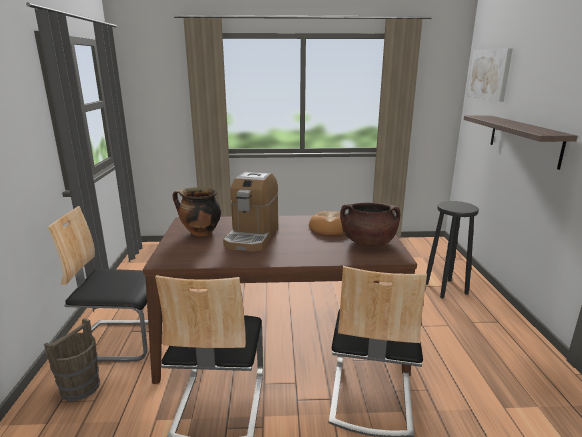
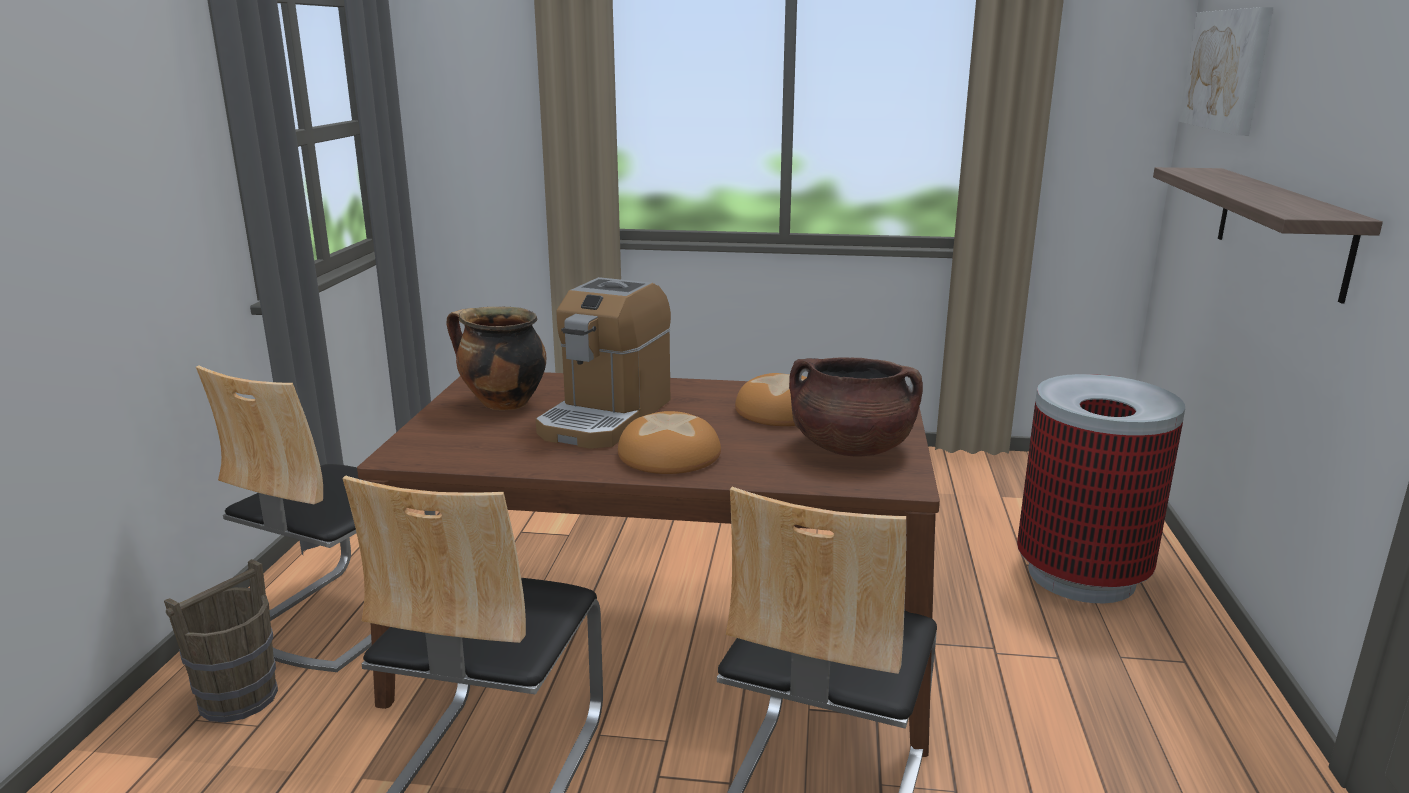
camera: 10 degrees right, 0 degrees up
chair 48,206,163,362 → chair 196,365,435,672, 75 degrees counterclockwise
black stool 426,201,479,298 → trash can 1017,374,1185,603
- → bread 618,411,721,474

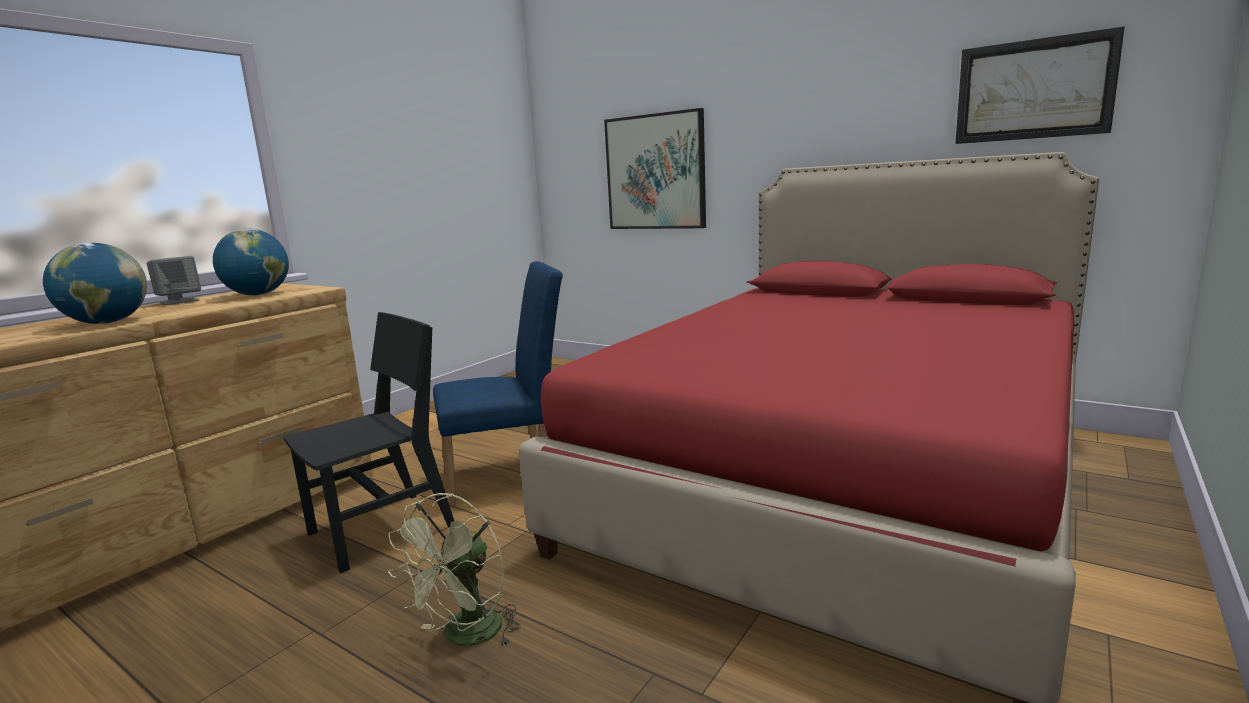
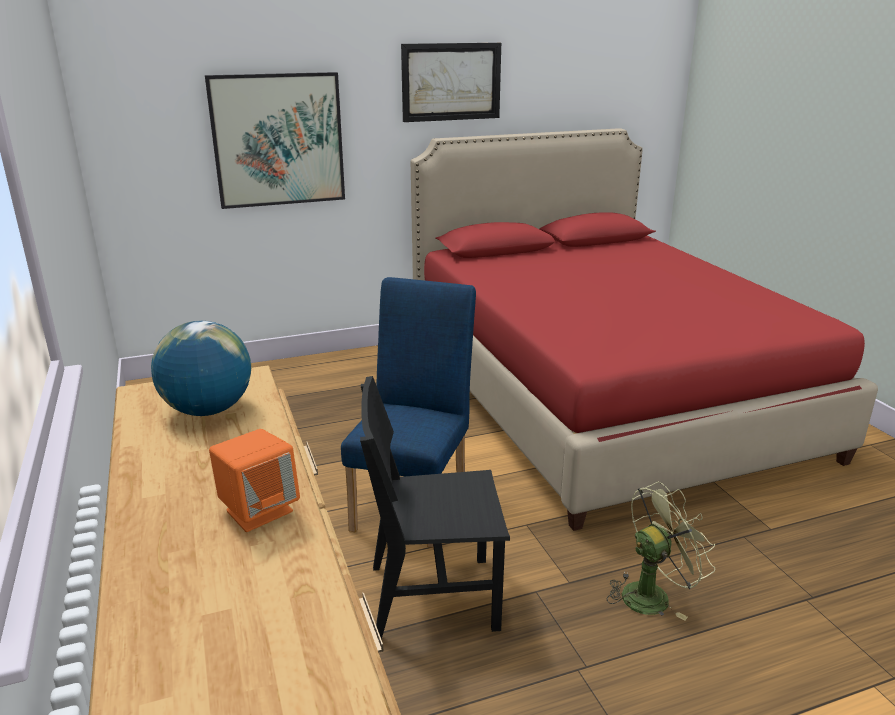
camera: 55 degrees left, 10 degrees up
globe 43,243,147,324 → orange speaker 209,429,300,532
grey speaker 147,256,201,305 → -
black chair 283,312,454,573 → black chair 360,376,510,640, 90 degrees counterclockwise
green fan 388,493,521,648 → green fan 607,482,715,620, 90 degrees counterclockwise
picture 955,26,1125,144 → picture 401,43,501,122, relocated

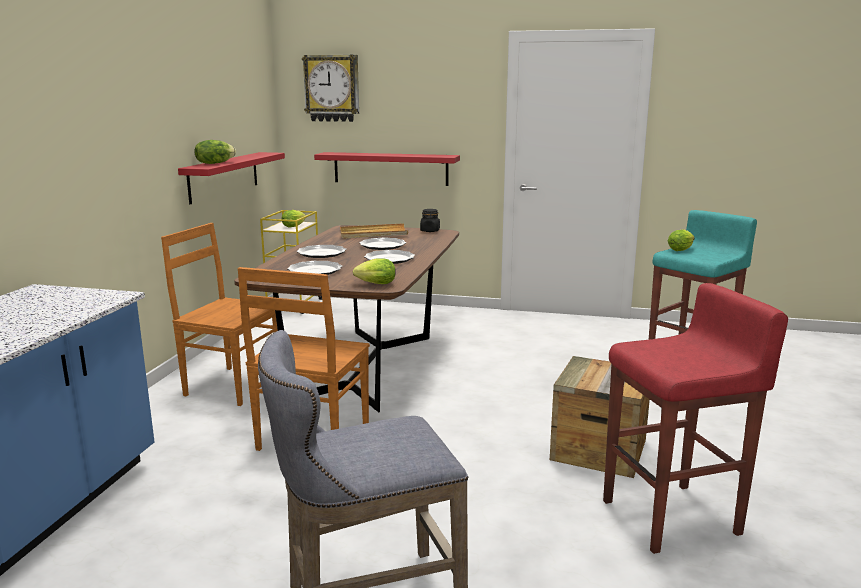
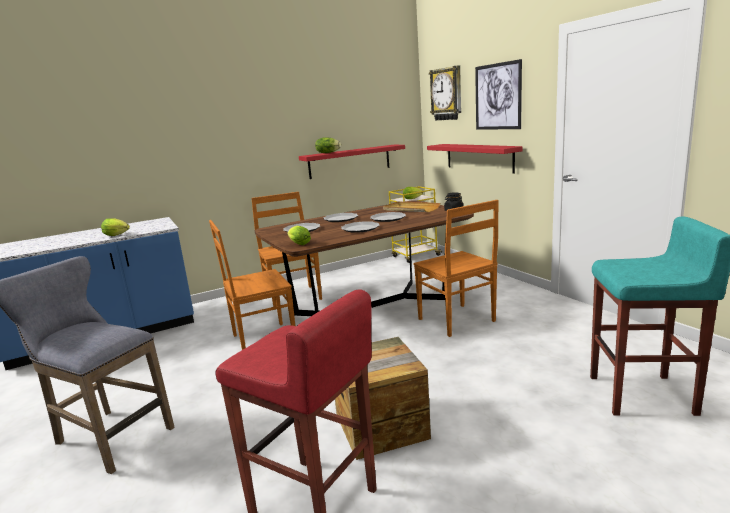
camera: 50 degrees right, 0 degrees up
lettuce 668,229,695,251 → lettuce 101,218,130,236, relocated
- → brown chair 413,200,499,337
- → picture 475,59,522,130

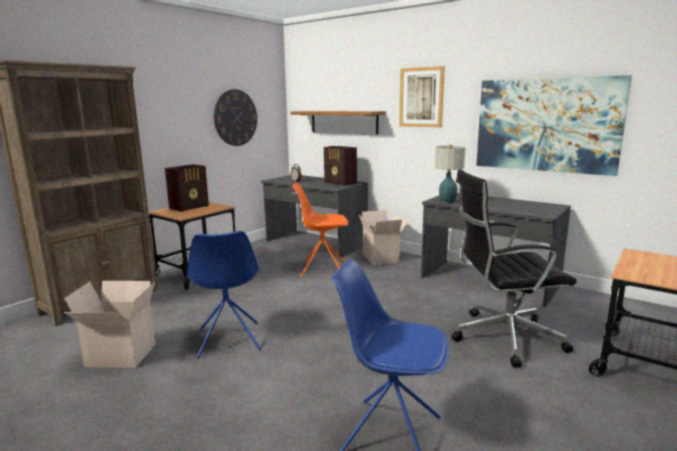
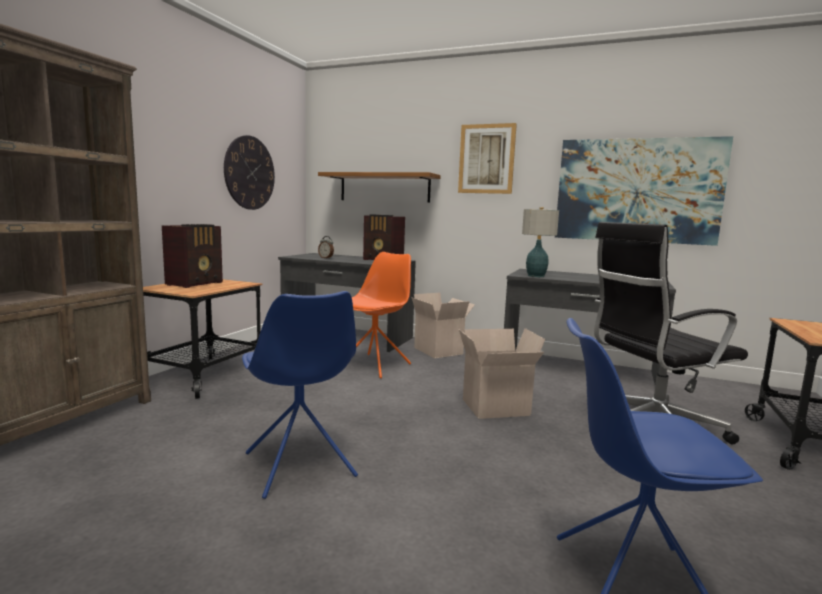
camera: 15 degrees left, 5 degrees down
cardboard box 64,281,155,368 → cardboard box 459,328,545,419, relocated
orange chair 292,182,348,277 → orange chair 352,252,411,379, 135 degrees clockwise

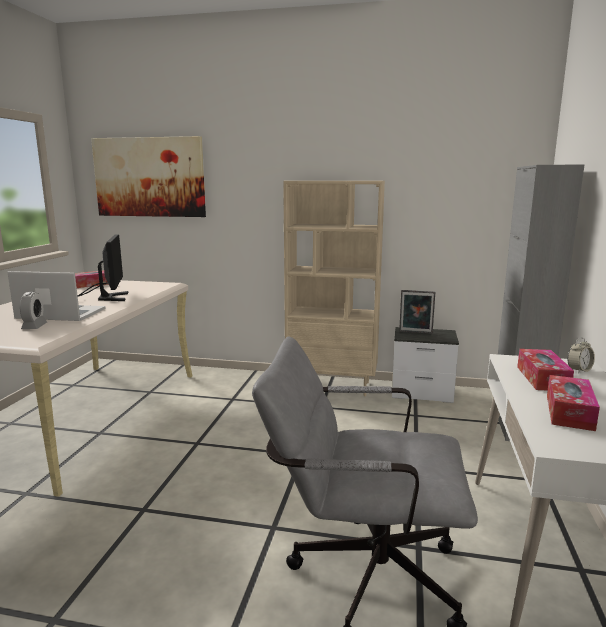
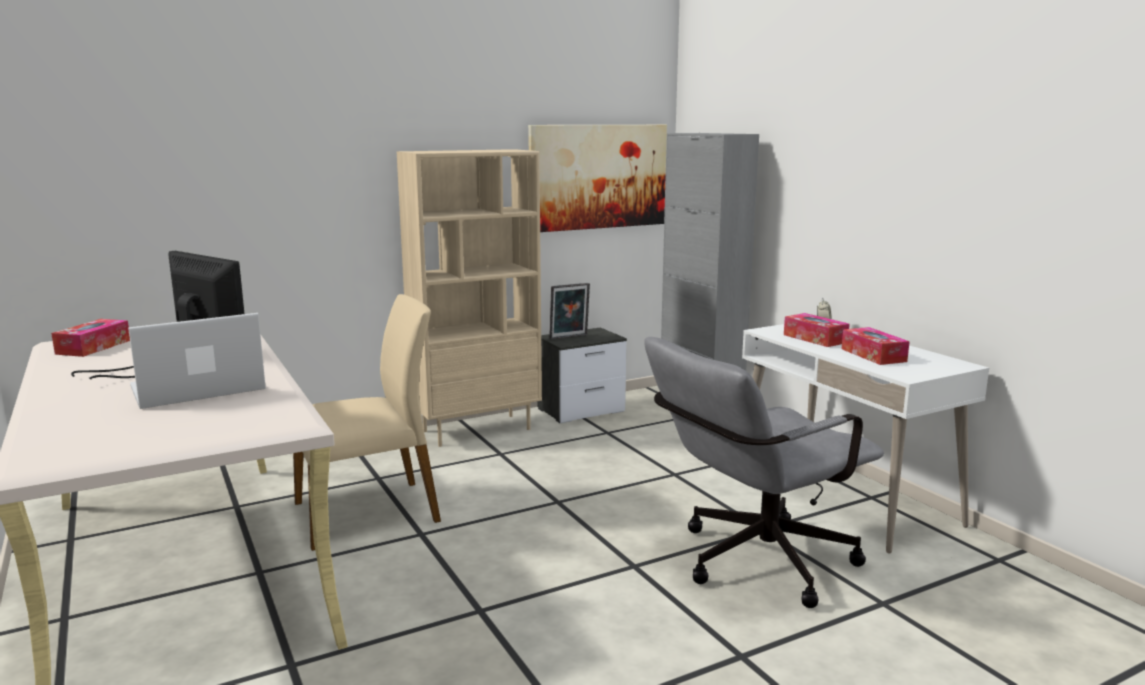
camera: 40 degrees left, 0 degrees up
alarm clock 20,292,47,329 → -
picture 91,136,206,217 → picture 528,125,667,232, relocated
- → beige chair 293,294,441,551

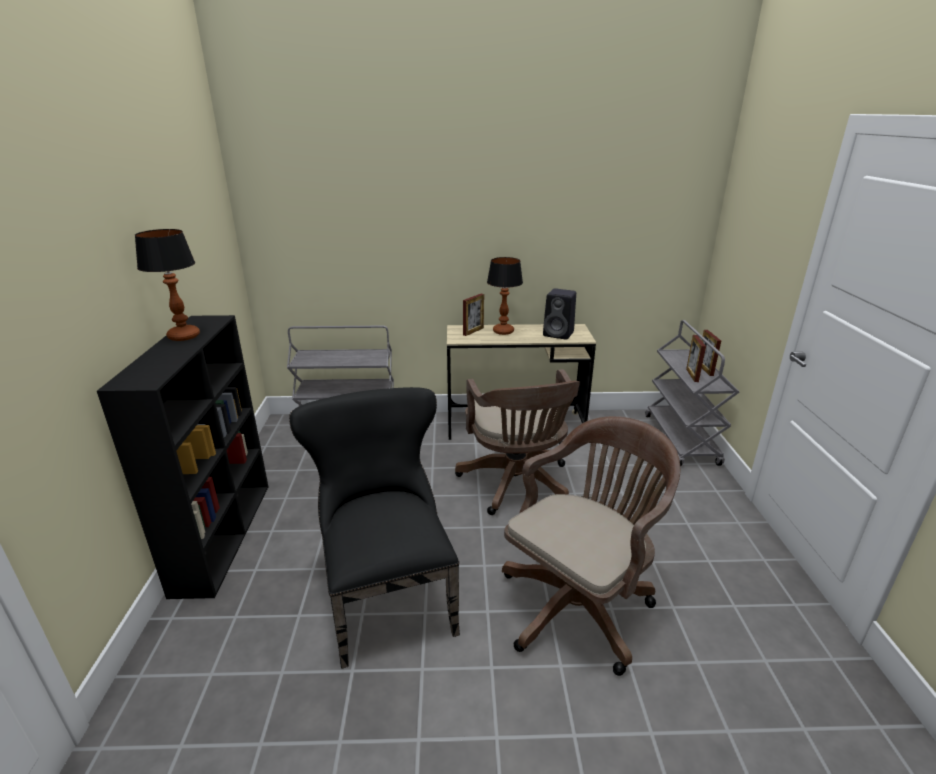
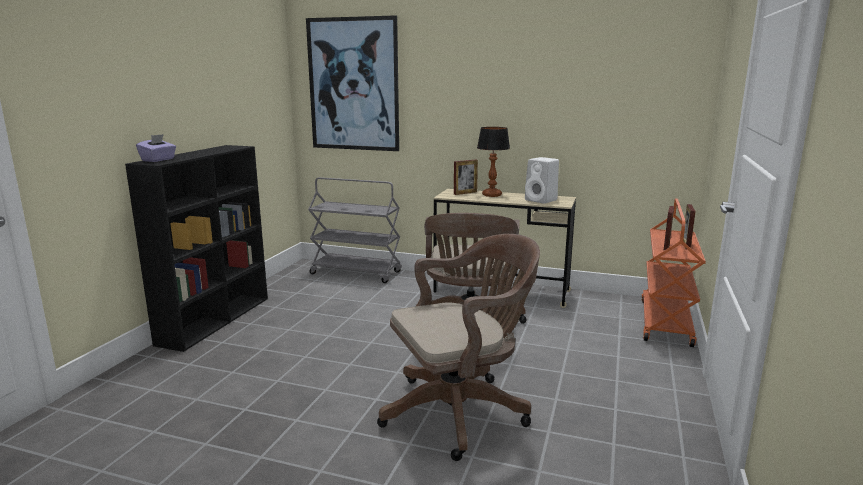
camera: 20 degrees right, 10 degrees down
table lamp 134,229,200,341 → -
black chair 289,387,460,669 → -
black speaker 543,288,576,340 → white speaker 525,157,559,204
grey cart 645,320,739,466 → orange cart 642,199,706,347
- → purple tissue box 136,134,176,162
- → picture 306,15,399,151

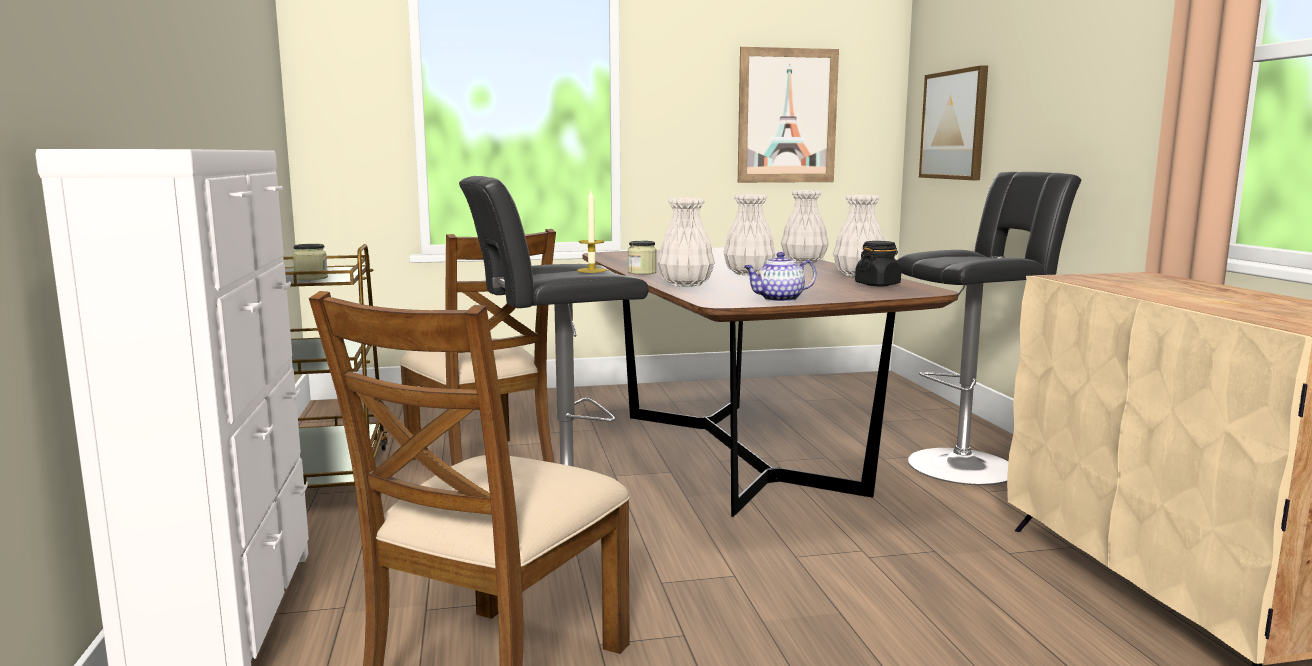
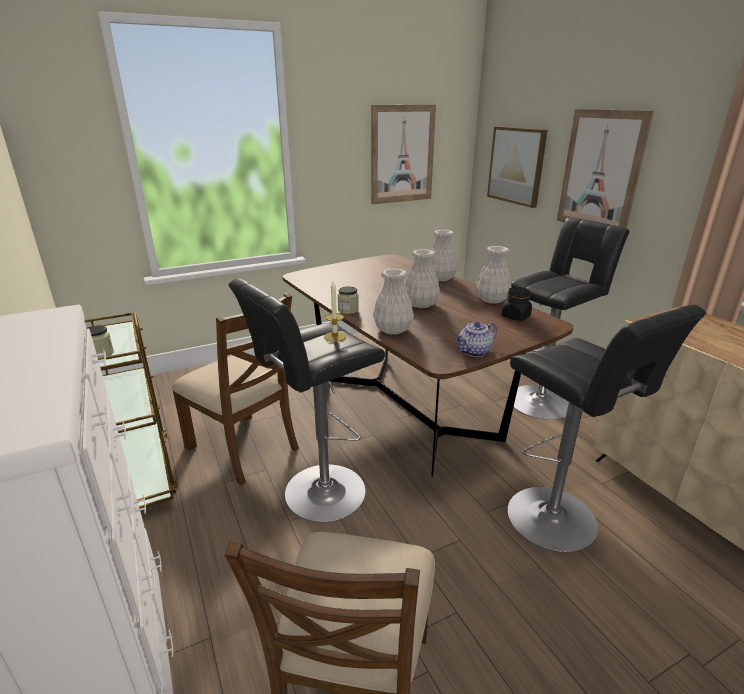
camera: 15 degrees left, 15 degrees up
- → black stool 507,305,706,553
- → picture 557,109,654,229

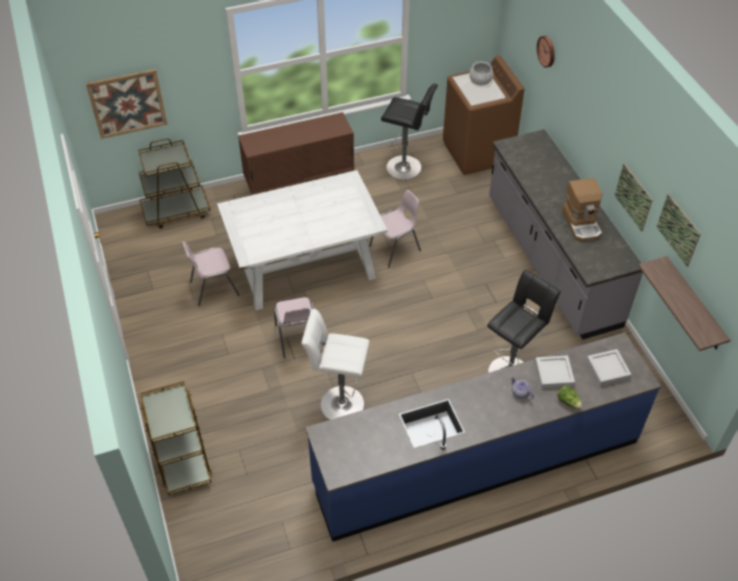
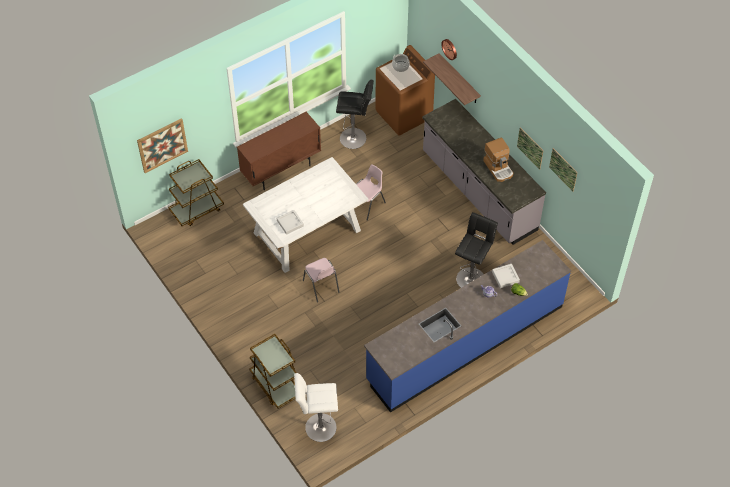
camera: 15 degrees left, 5 degrees up
pink chair 182,241,240,306 → -
white stool 301,309,370,420 → white stool 294,373,338,442, relocated
grey tray 586,349,631,386 → grey tray 277,210,304,234, relocated
shelf 638,256,730,351 → shelf 423,53,481,105, relocated

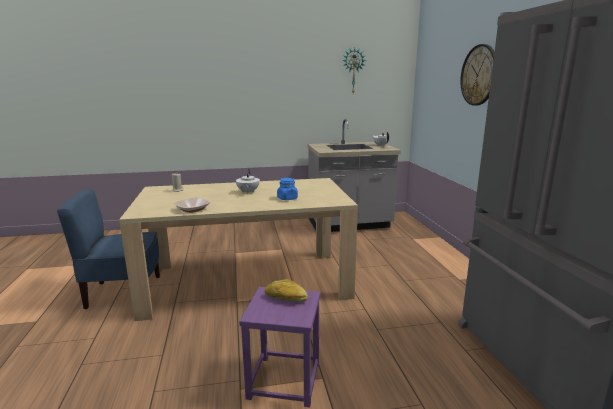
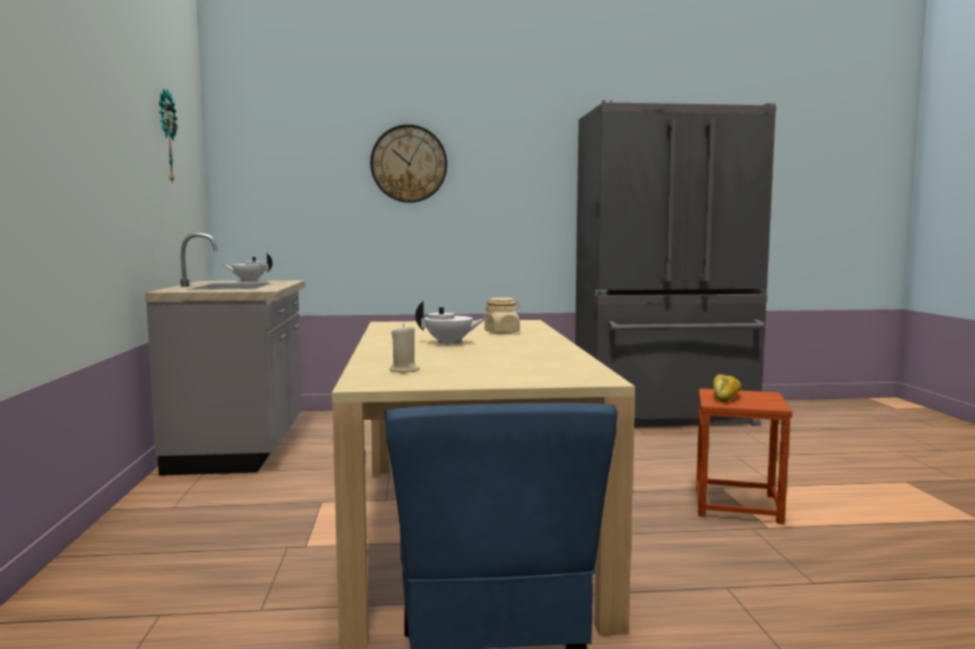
camera: 85 degrees left, 10 degrees down
bowl 173,197,210,213 → -
purple stool 239,287,321,407 → brown stool 696,388,792,524
blue jar 277,178,298,200 → beige jar 484,298,520,334

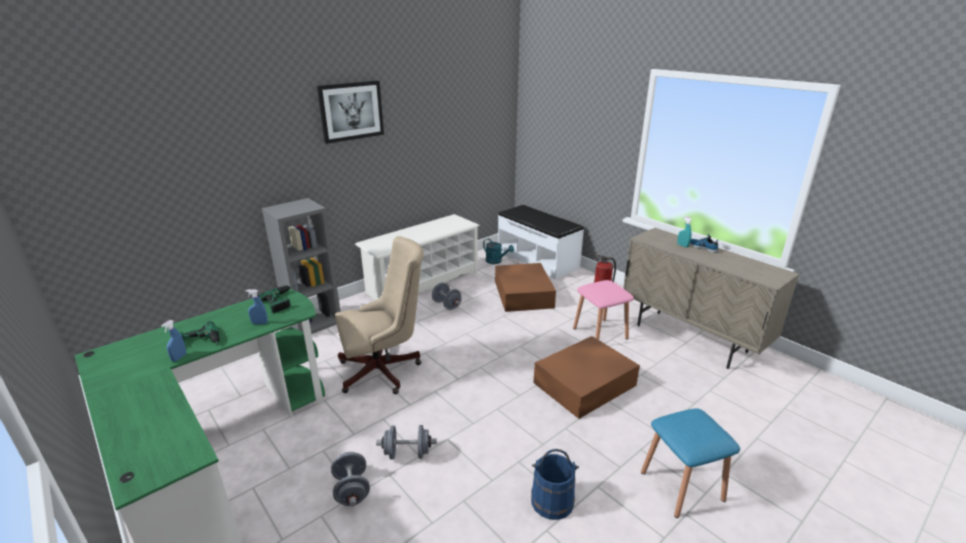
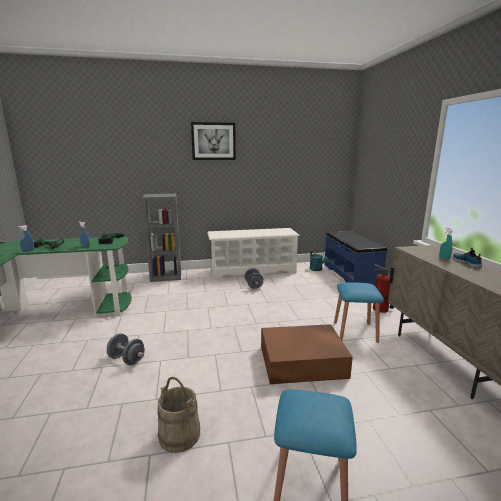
camera: 30 degrees right, 10 degrees down
grey dumbbell 331,452,370,506 → -
beige office chair 335,236,424,394 → -
brown storage box 495,263,556,312 → -
white bench 498,205,584,279 → blue bench 324,231,387,286
blue bucket 531,449,579,520 → beige bucket 157,377,200,453
pink stool 573,280,634,340 → blue stool 334,282,384,343

